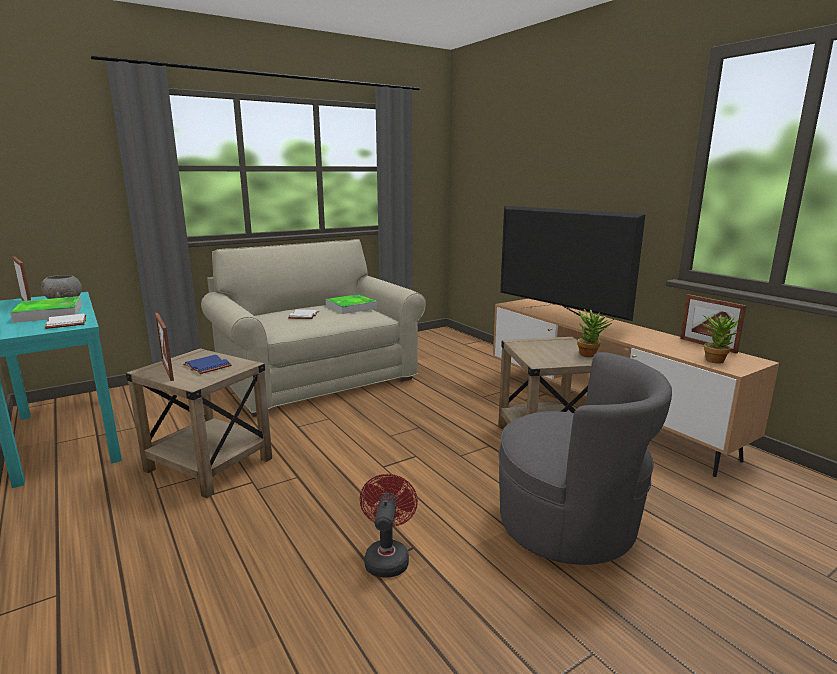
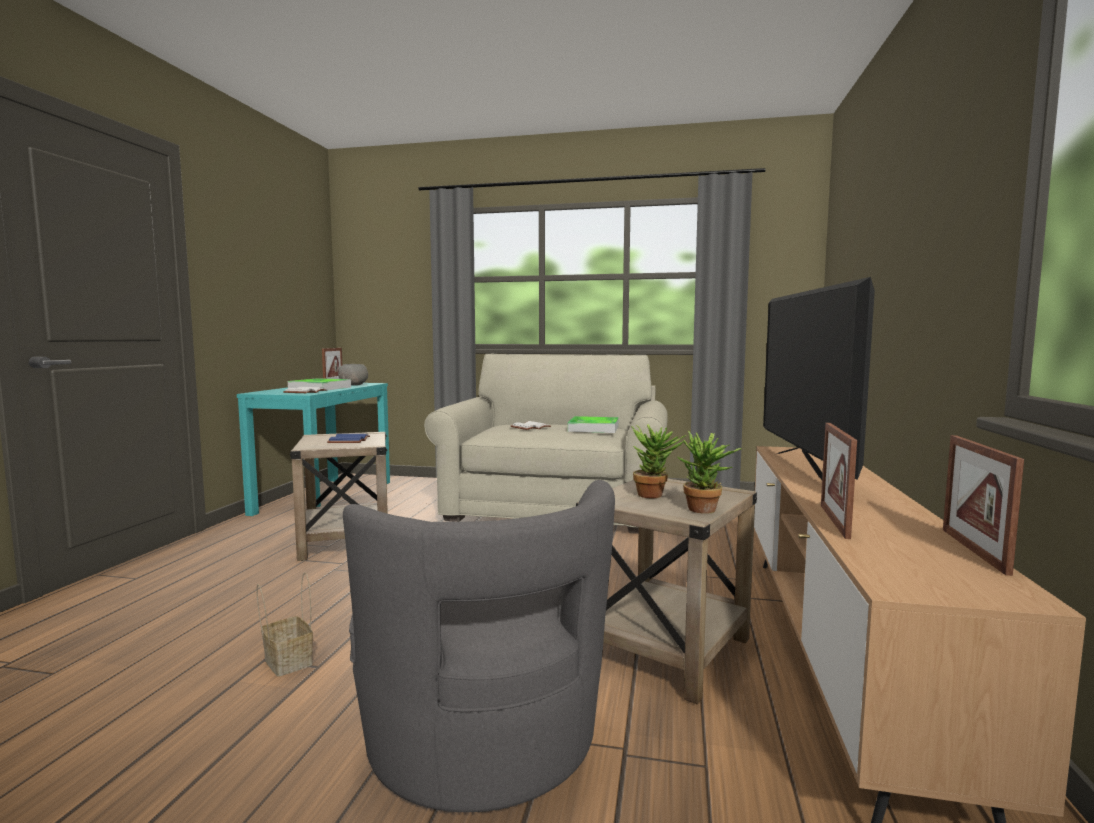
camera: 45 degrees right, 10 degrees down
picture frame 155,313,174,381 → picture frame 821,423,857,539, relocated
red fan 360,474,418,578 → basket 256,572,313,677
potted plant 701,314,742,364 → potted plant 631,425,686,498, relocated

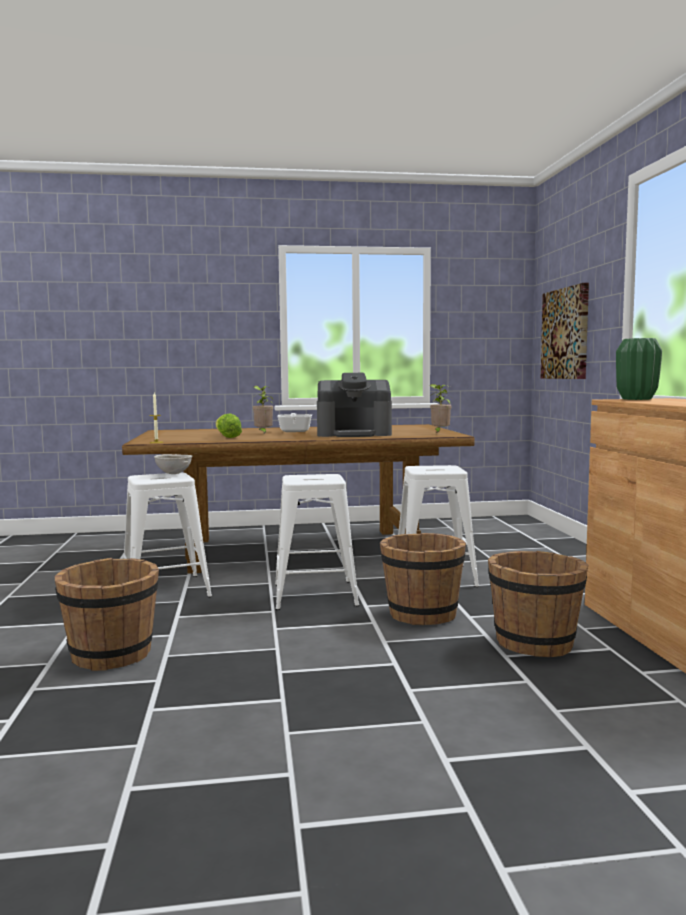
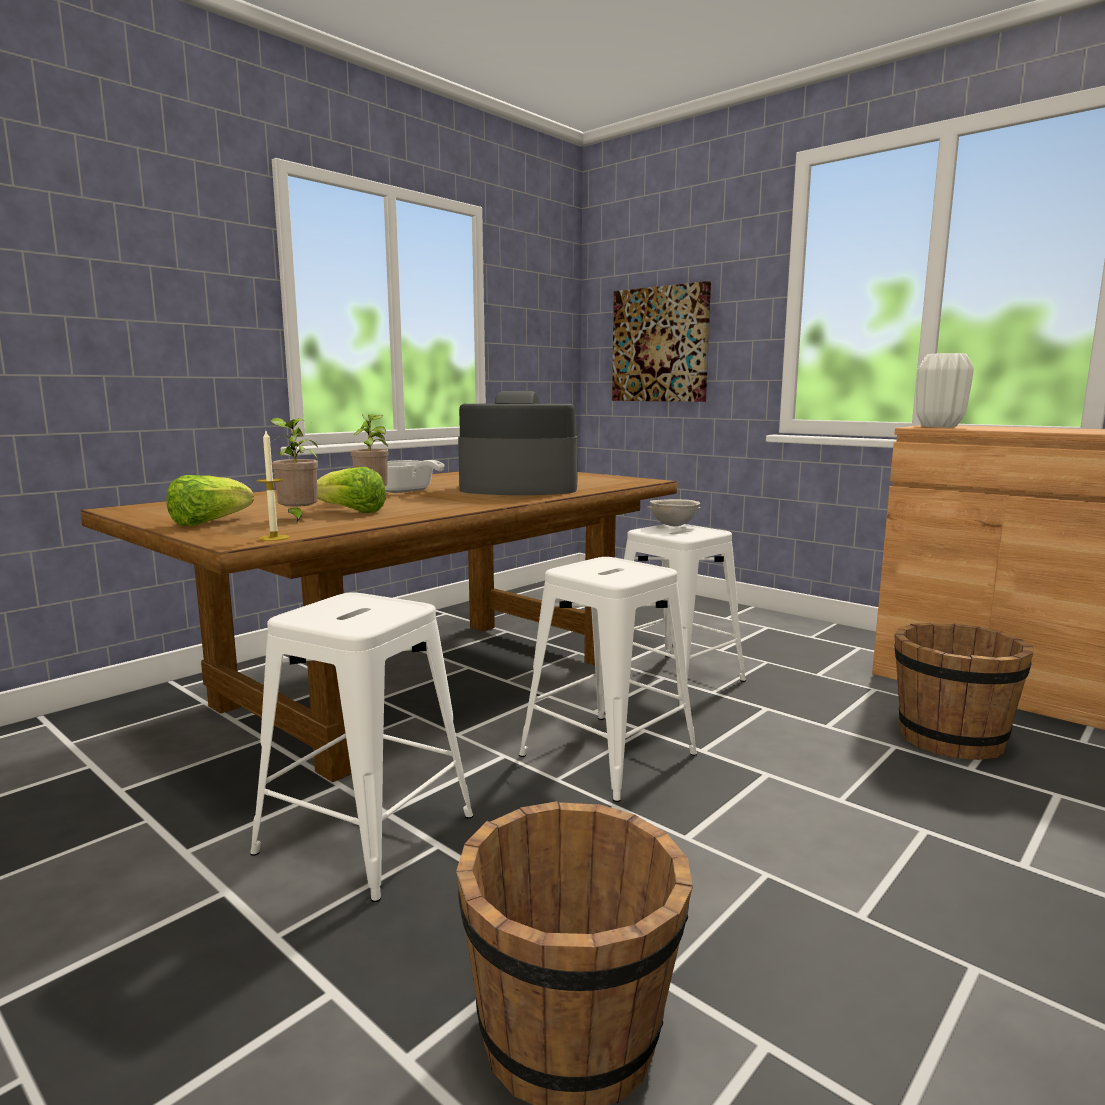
camera: 40 degrees left, 5 degrees up
grey bowl 154,454,193,474 → grey bowl 648,499,701,526, relocated
coffee machine 317,373,392,437 → coffee machine 458,391,578,495, 135 degrees counterclockwise
brown bucket 380,533,466,625 → -
potted plant 430,384,452,434 → potted plant 270,418,318,524, relocated
green vase 616,338,662,400 → white vase 916,353,974,427
- → lettuce 167,475,254,526

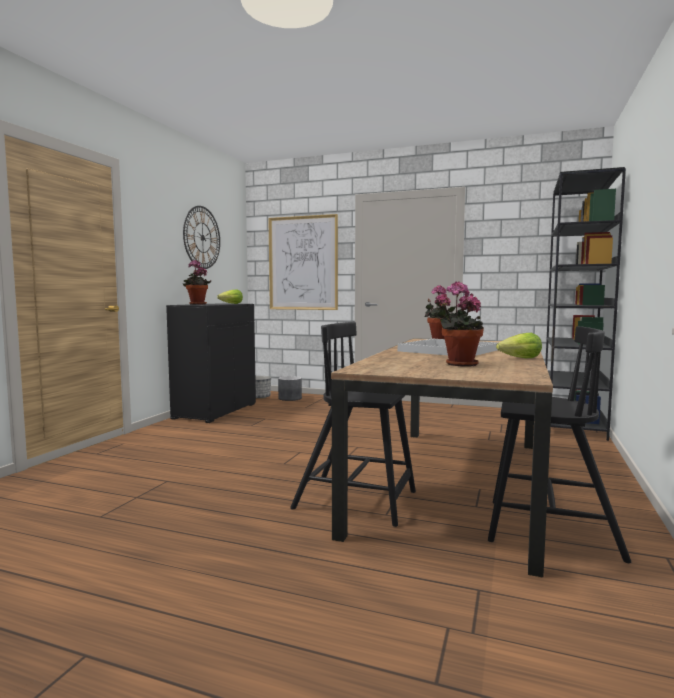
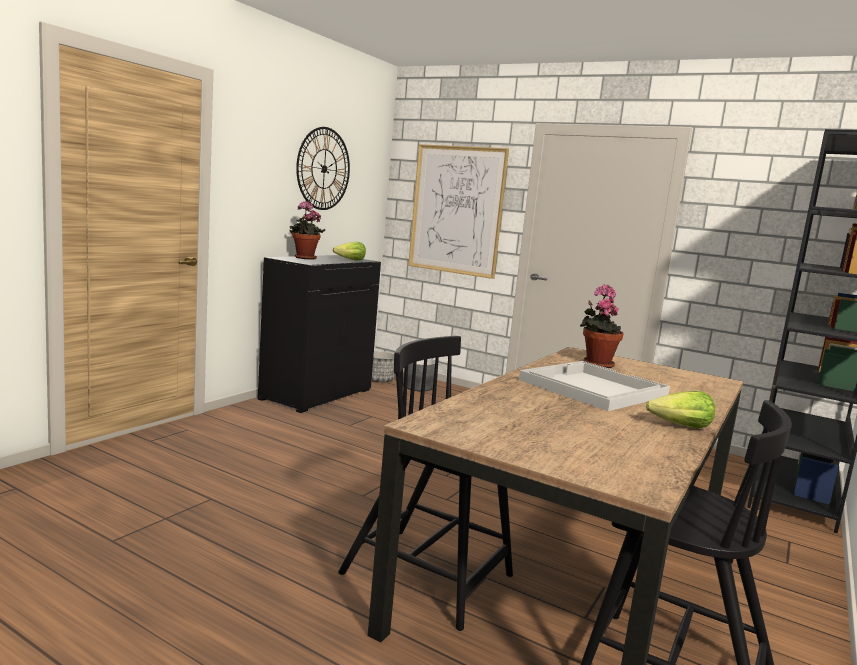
camera: 10 degrees right, 5 degrees up
potted plant 437,281,484,367 → -

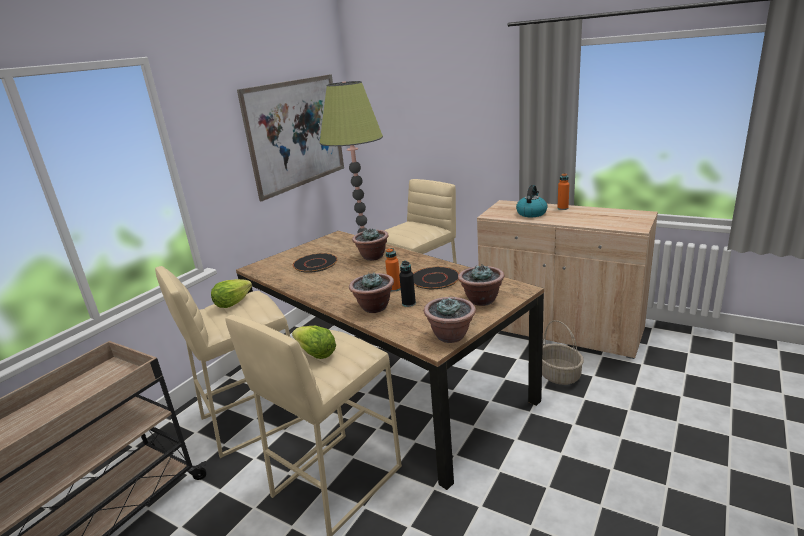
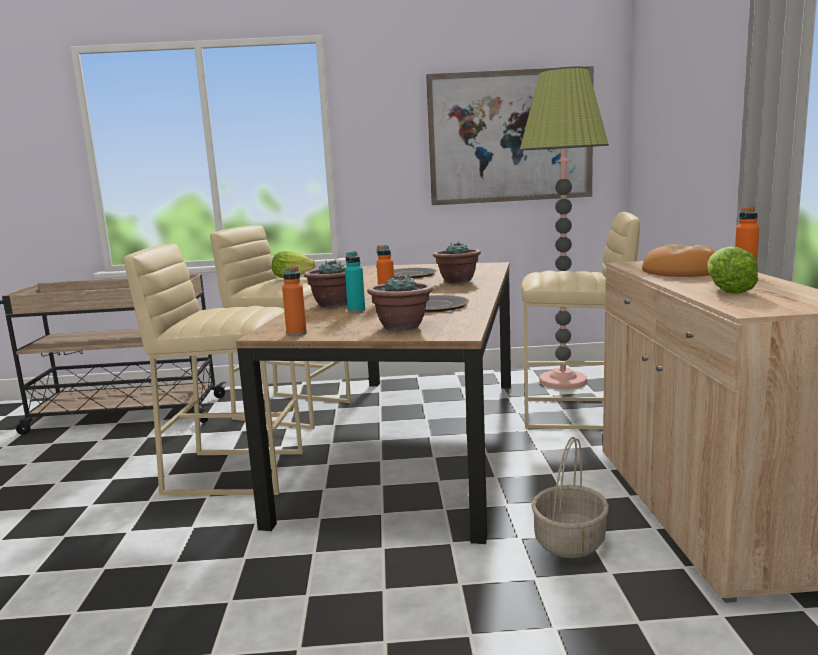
camera: 55 degrees right, 10 degrees down
lettuce 292,326,336,359 → lettuce 707,246,758,294, relocated
black bottle 399,261,416,307 → turquoise bottle 345,252,365,312
potted plant 424,297,476,343 → orange bottle 282,266,307,336
kettle 516,185,548,217 → bread 642,244,715,277

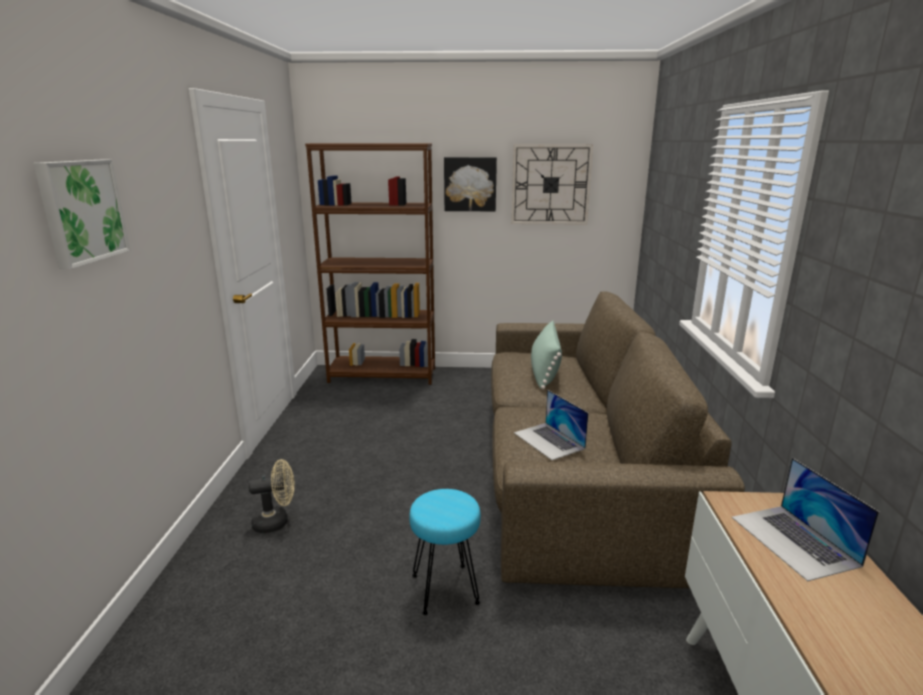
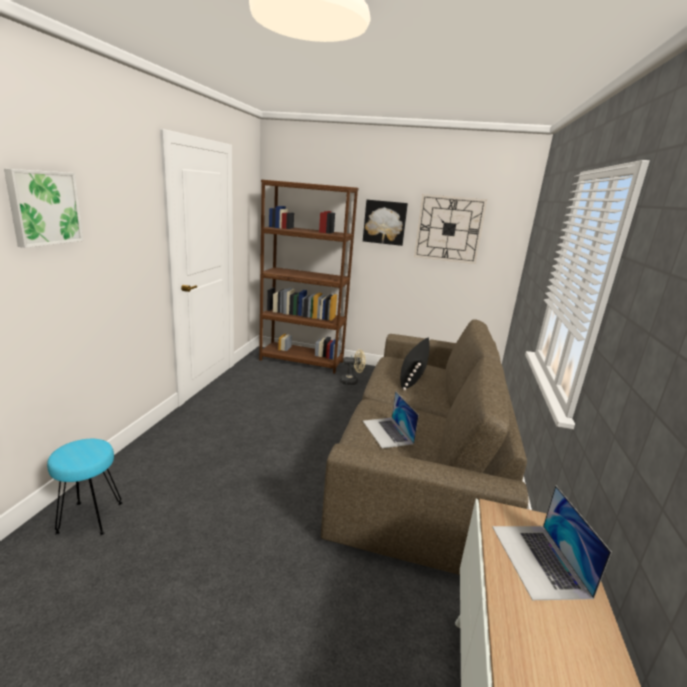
camera: 10 degrees right, 0 degrees up
beige fan 248,459,295,533 → beige fan 340,350,365,385, relocated
turquoise stool 409,489,481,615 → turquoise stool 47,439,123,535, relocated
green pillow 531,321,562,389 → black pillow 400,337,430,391

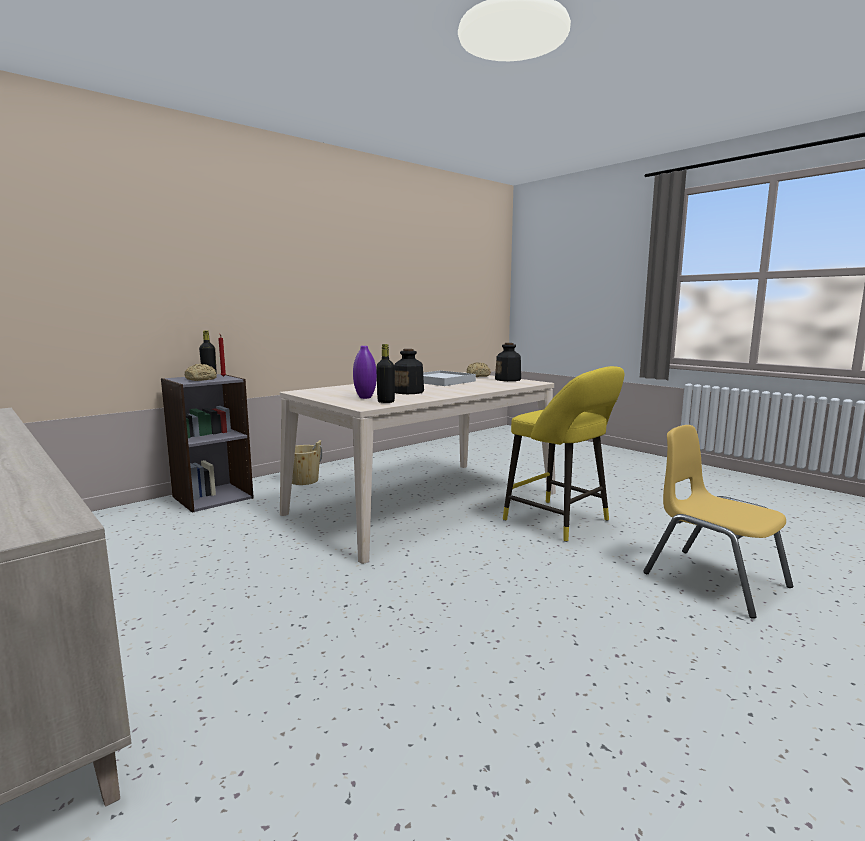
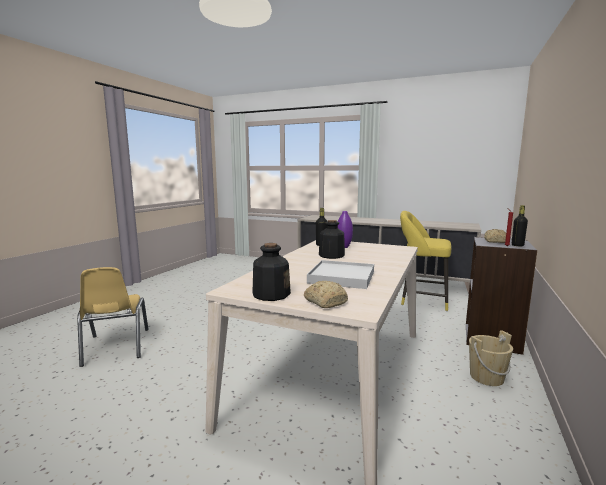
camera: 155 degrees right, 0 degrees up
yellow stool 503,366,624,542 → yellow stool 400,211,451,311, relocated
yellow chair 643,425,793,619 → yellow chair 77,267,148,367, 45 degrees clockwise

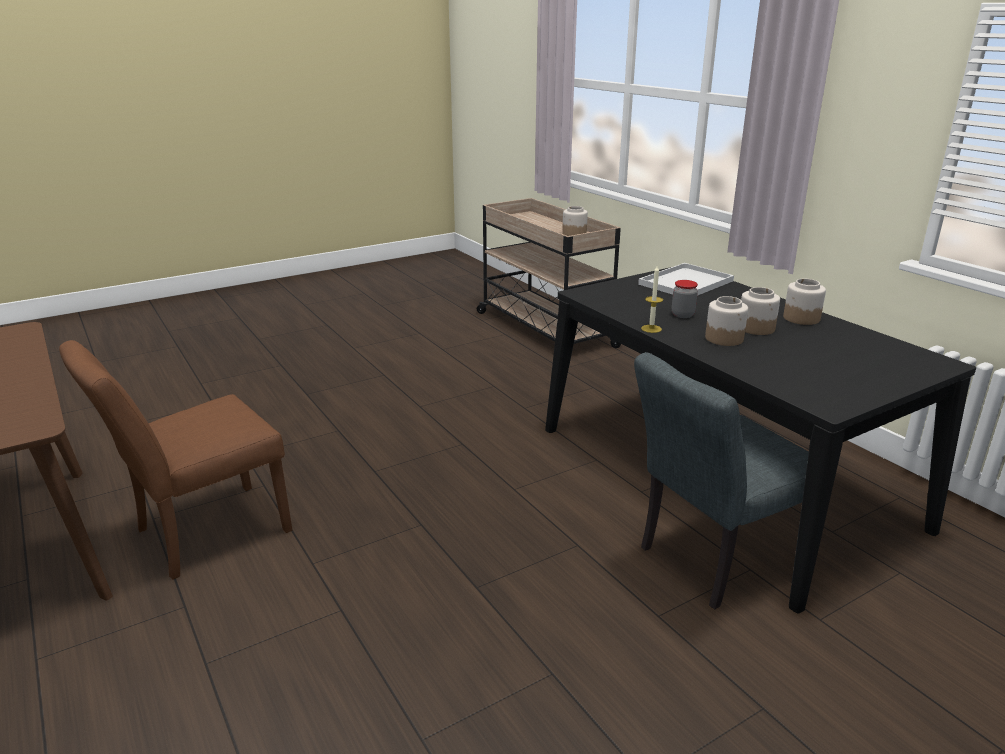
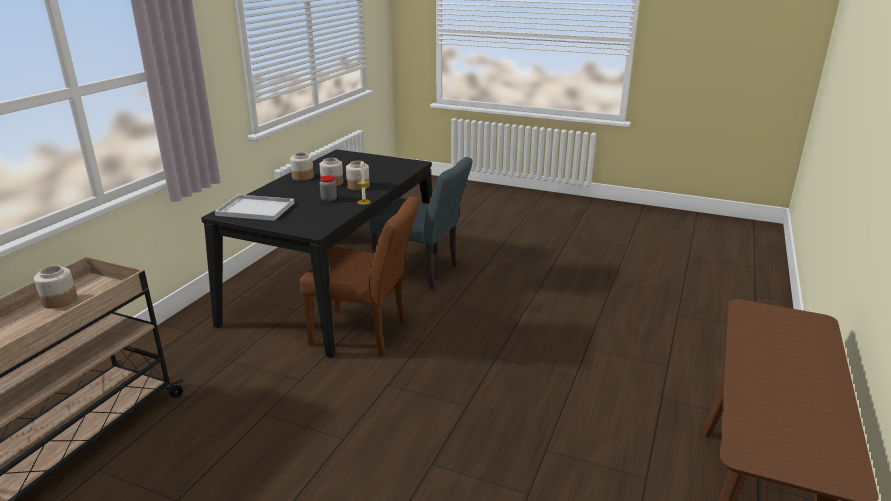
camera: 125 degrees left, 0 degrees up
brown chair 59,340,292,580 → brown chair 299,196,419,356, relocated

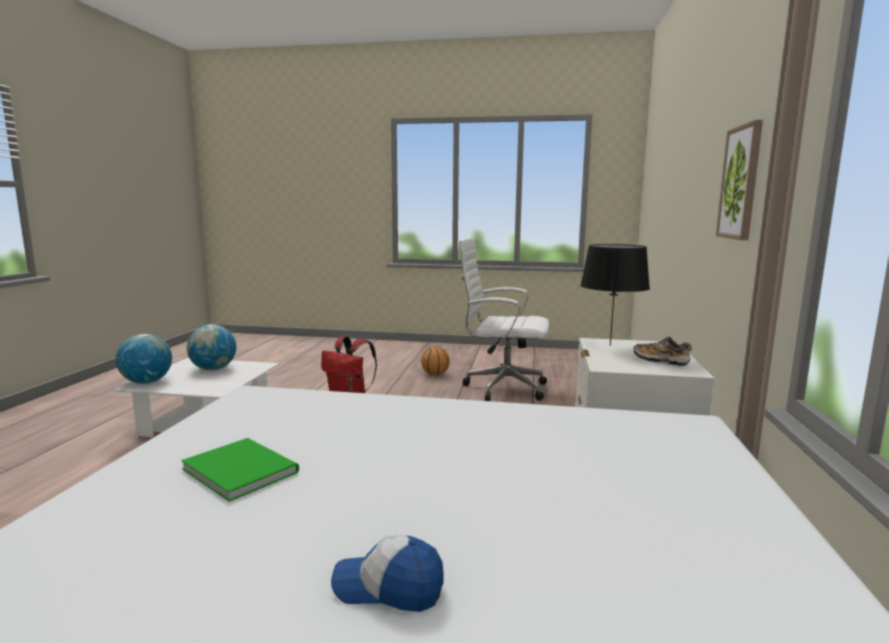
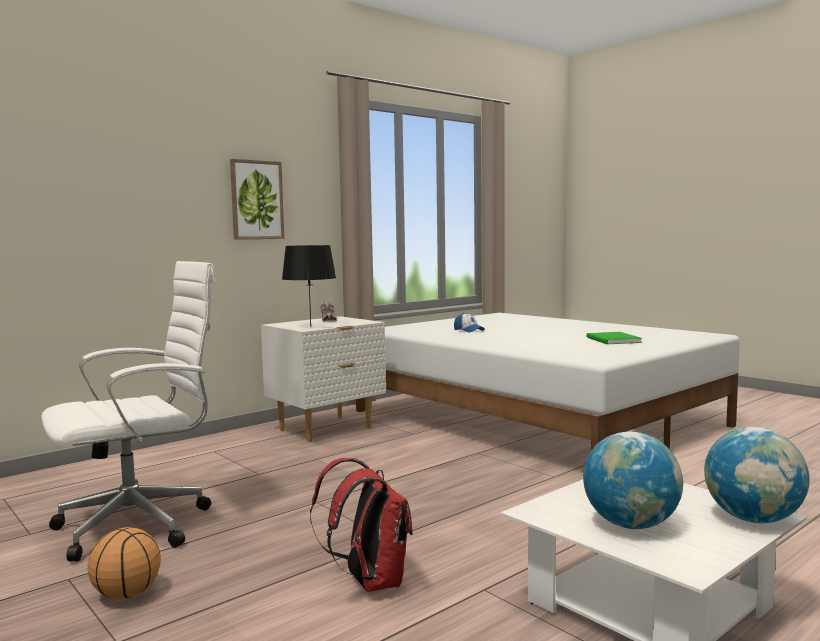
camera: 140 degrees left, 5 degrees down
cap 331,535,444,612 → cap 454,313,485,333, relocated
white office chair 458,237,549,401 → white office chair 41,261,216,562, 90 degrees counterclockwise

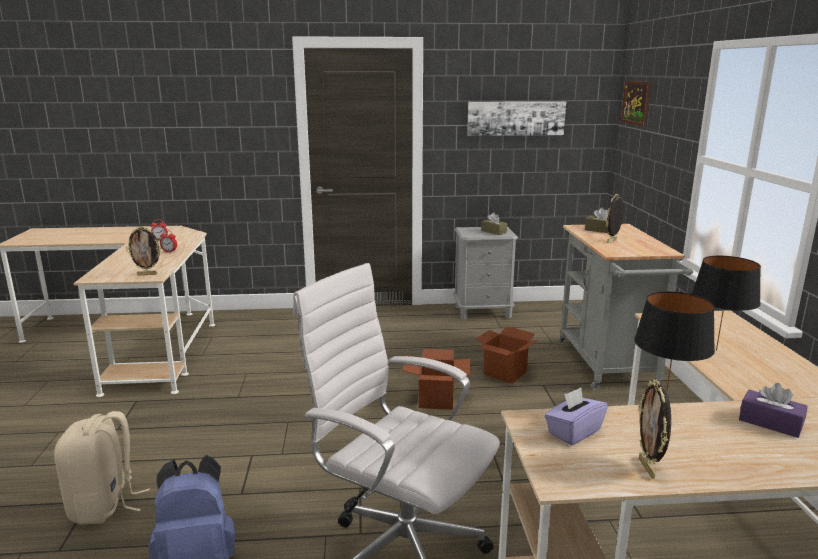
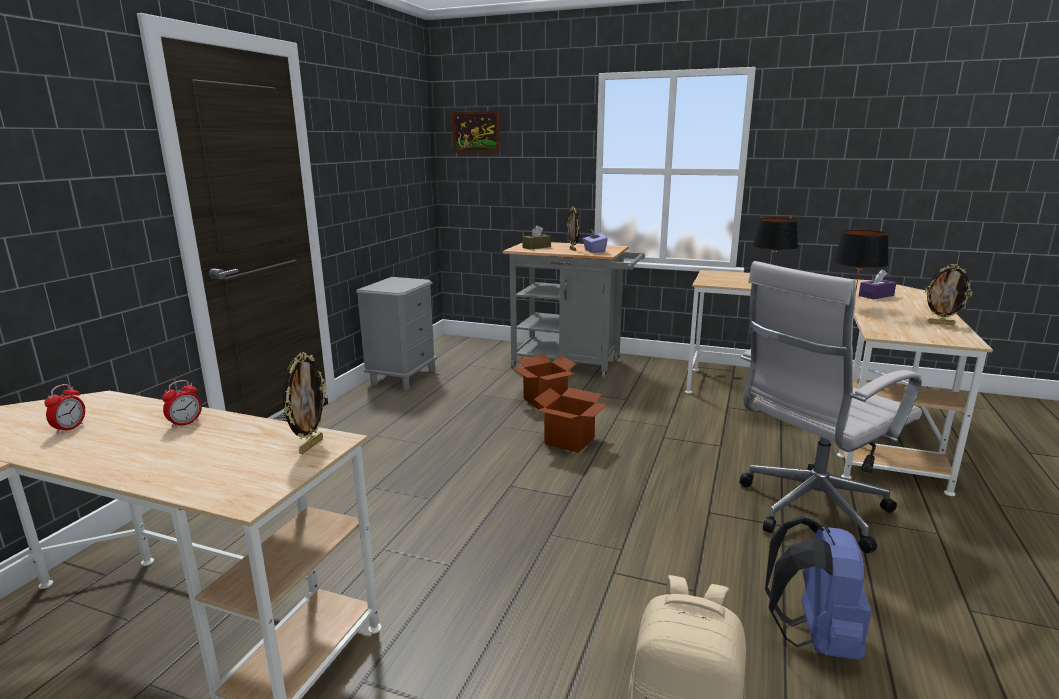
camera: 65 degrees left, 0 degrees up
picture 467,101,566,136 → -
brown tissue box 481,213,507,235 → -
purple tissue box 544,387,608,445 → purple tissue box 583,229,608,253, relocated

